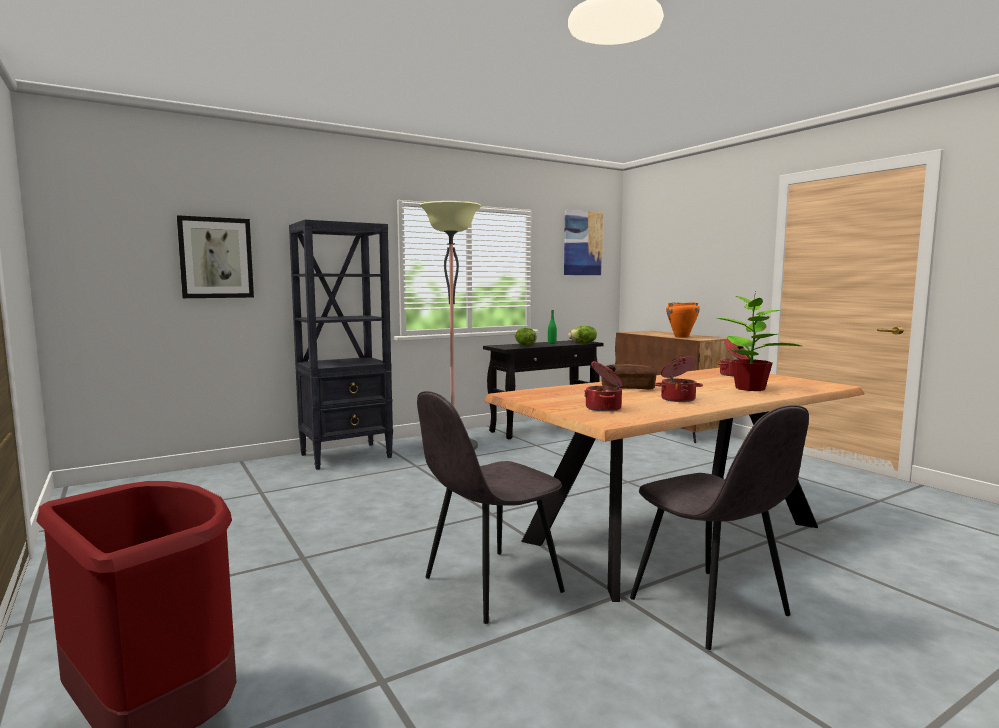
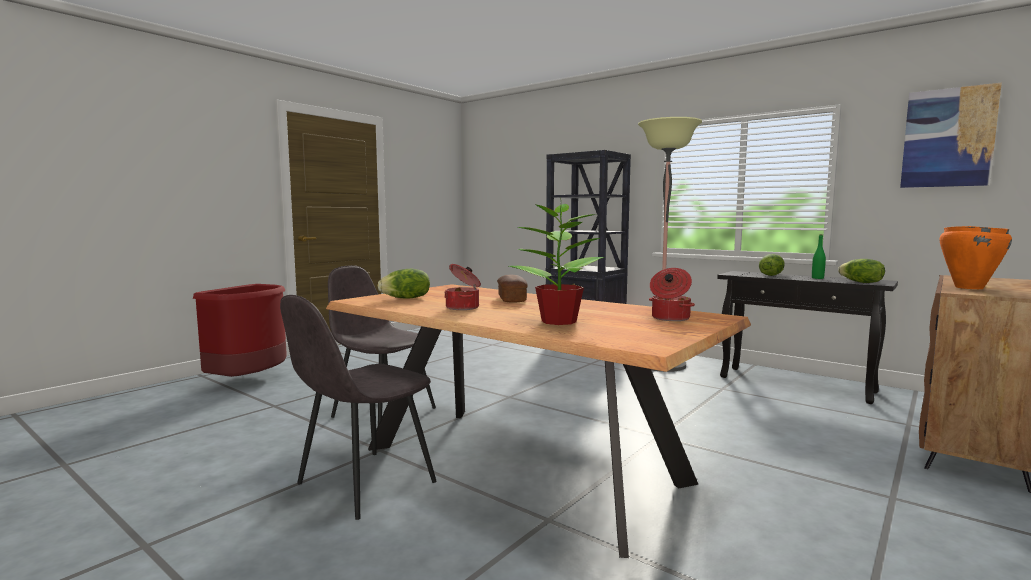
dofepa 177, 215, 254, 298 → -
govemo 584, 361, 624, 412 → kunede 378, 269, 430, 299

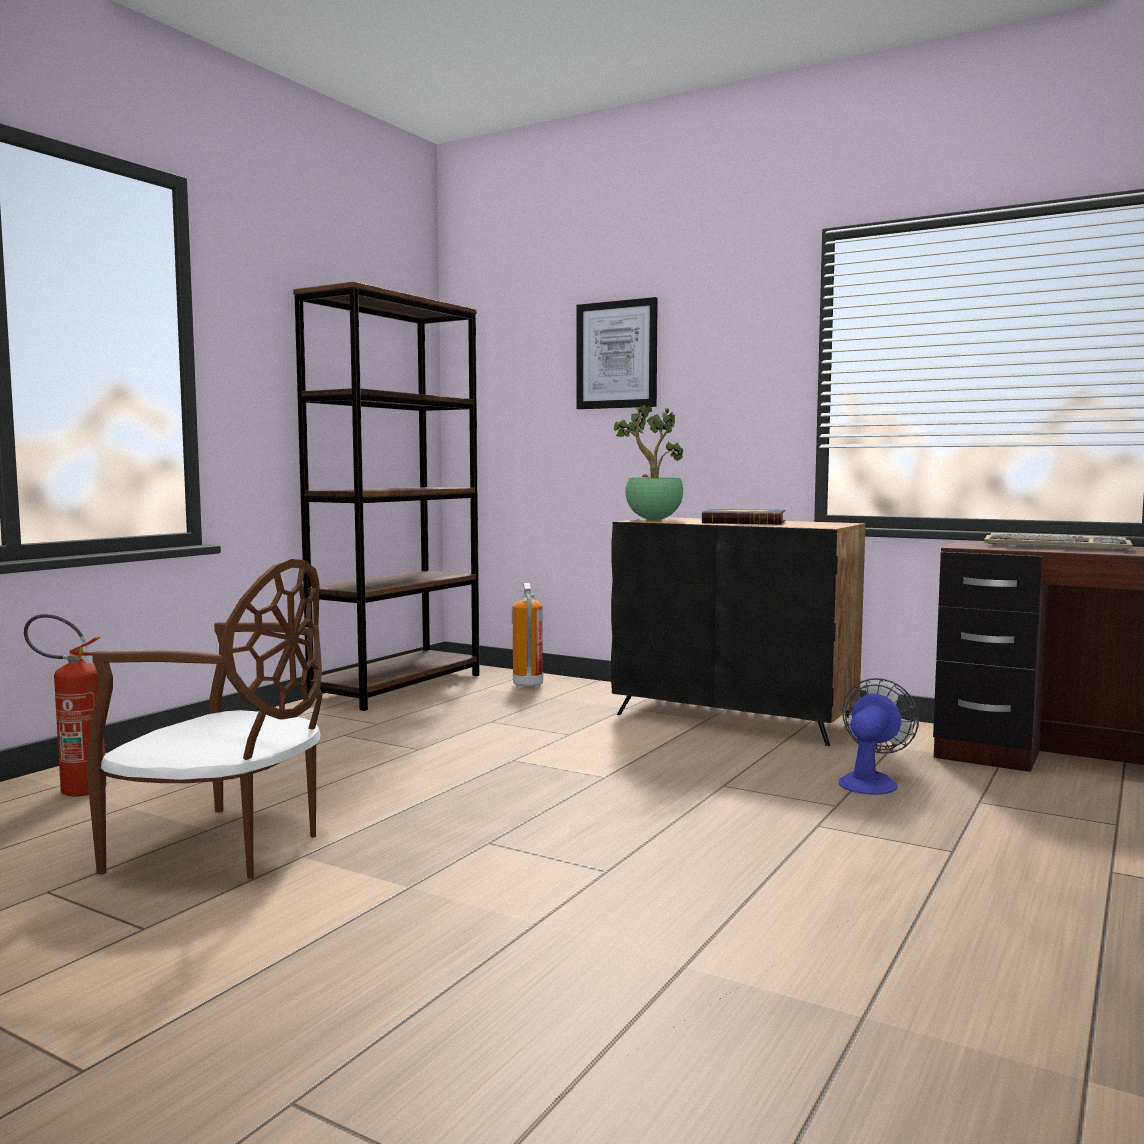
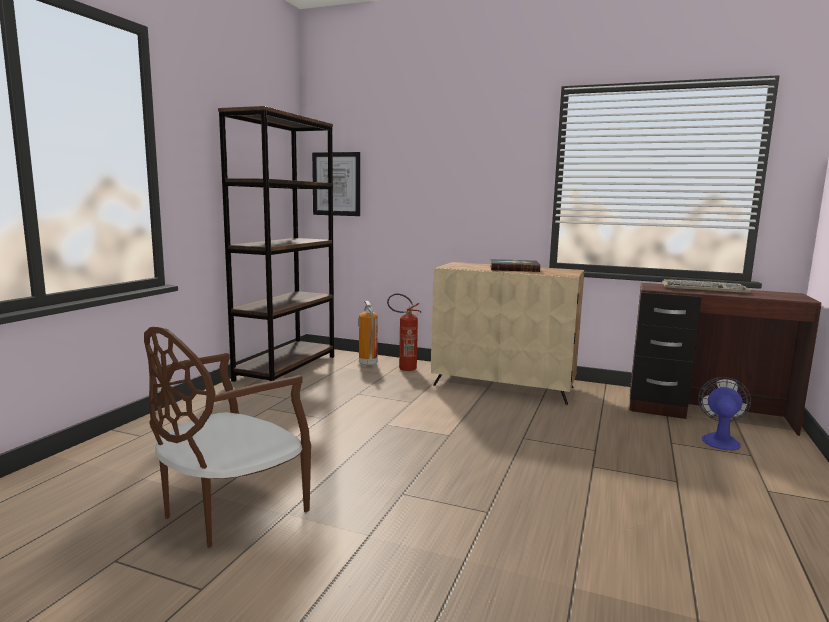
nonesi 24, 614, 106, 796 → nonesi 387, 294, 421, 371, move
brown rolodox 86, 559, 323, 879 → brown rolodox 144, 327, 311, 548, 120 degrees clockwise
dofepa 576, 297, 658, 409 → dofepa 312, 152, 360, 216, move
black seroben 611, 517, 865, 746 → beige seroben 431, 262, 584, 405
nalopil 614, 404, 683, 520 → -
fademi 839, 678, 919, 795 → fademi 698, 377, 751, 450, move

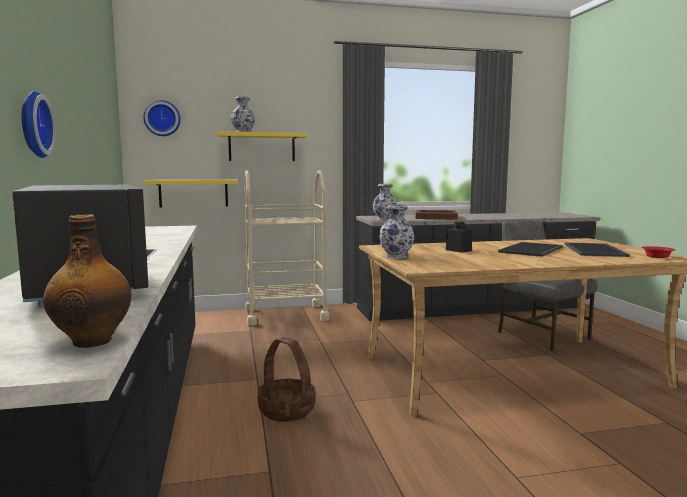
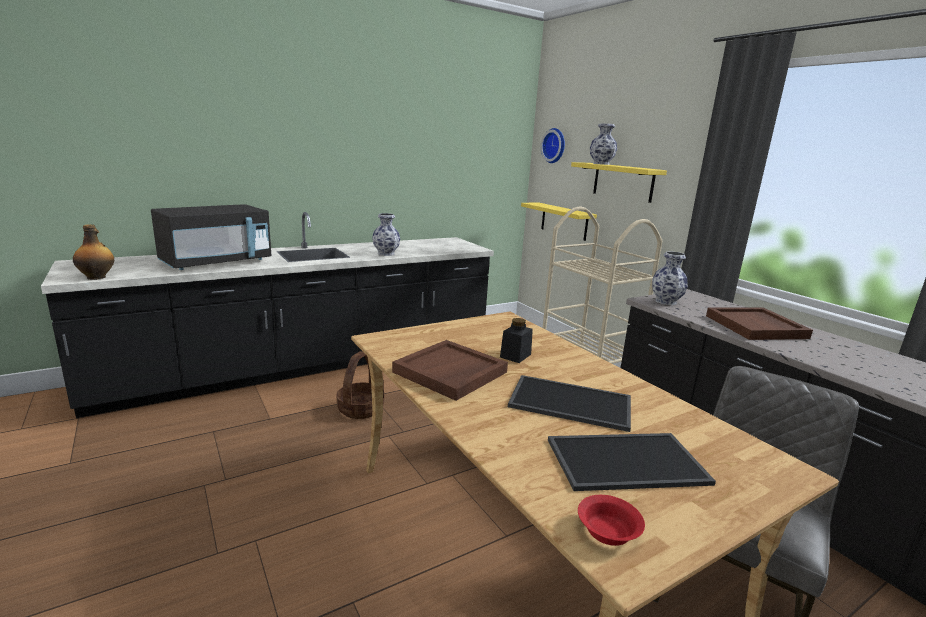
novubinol 22, 91, 56, 158 → -
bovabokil 379, 205, 415, 258 → bovabokil 372, 213, 400, 256, move
- → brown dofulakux 392, 340, 508, 401

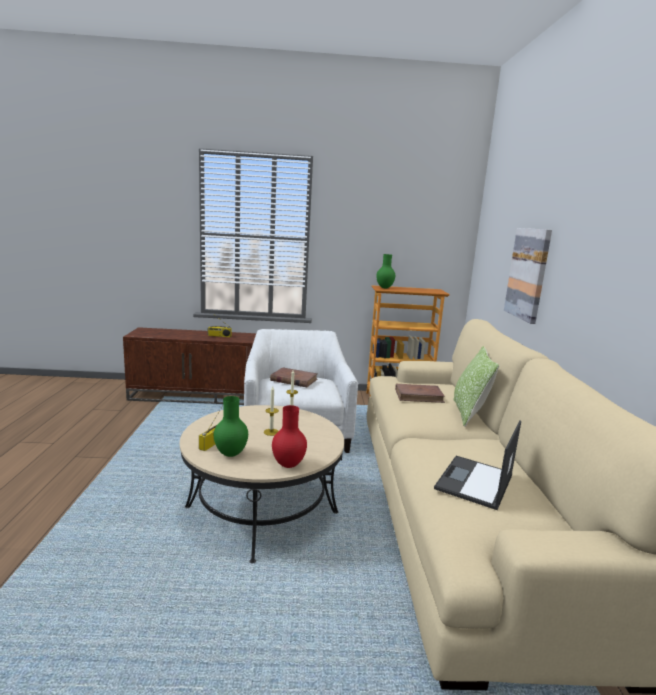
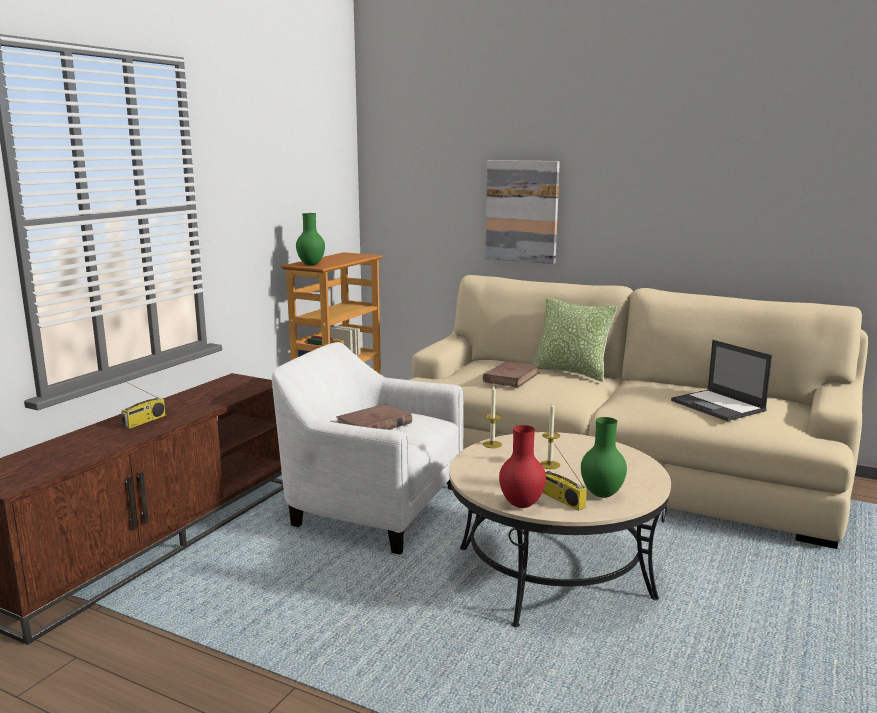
red bovabokil 272, 405, 307, 468 → red bovabokil 499, 425, 546, 508, move

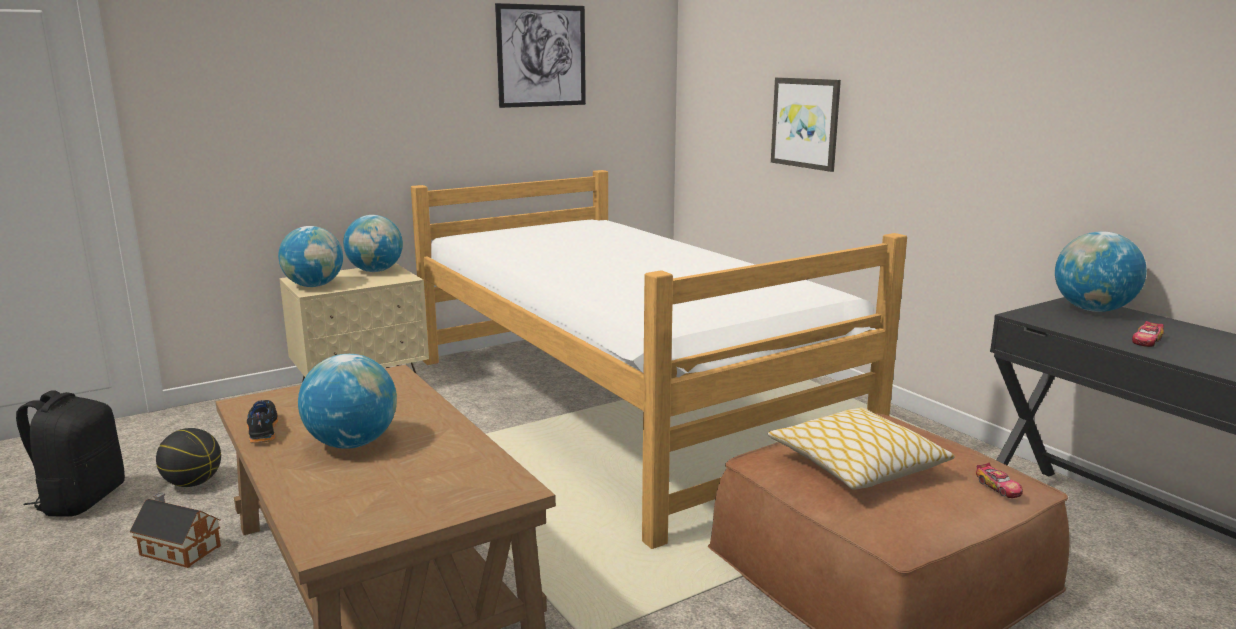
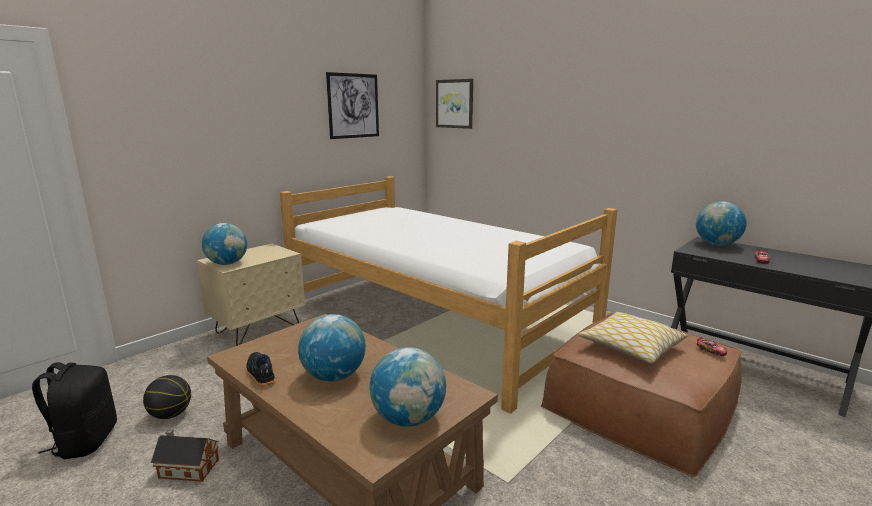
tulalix 343, 215, 403, 272 → tulalix 370, 347, 446, 427, move
dofepa 771, 77, 841, 172 → dofepa 436, 79, 473, 129, move

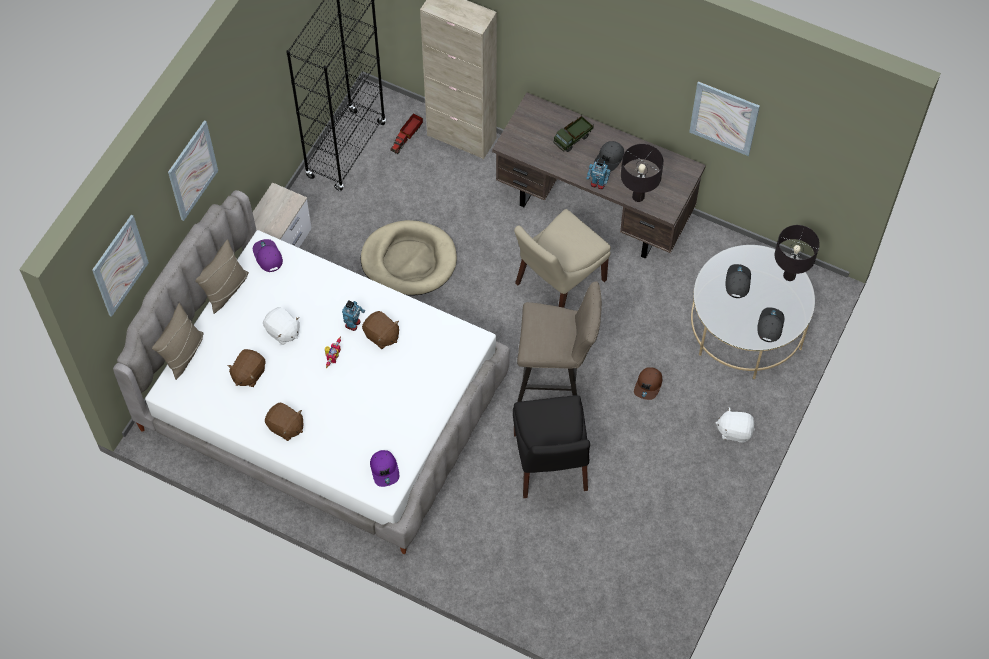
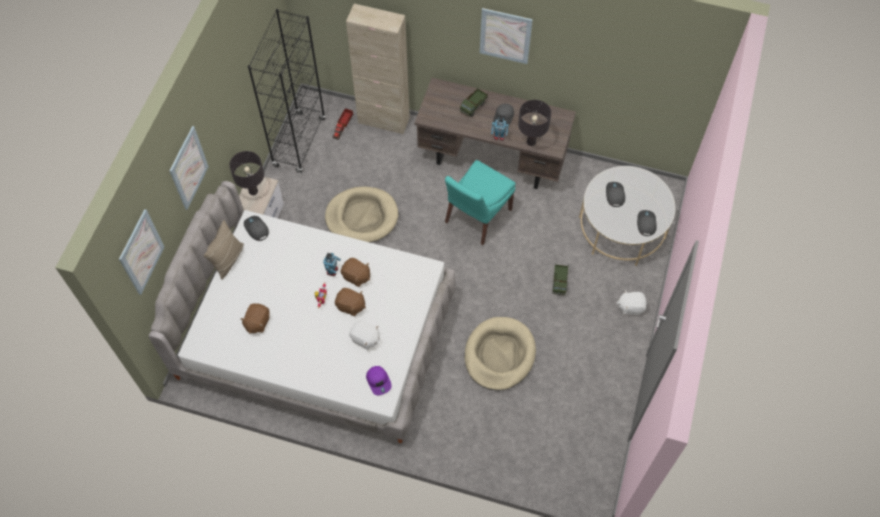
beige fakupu 152, 303, 204, 380 → -
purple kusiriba 253, 239, 283, 272 → grey kusiriba 244, 216, 269, 241
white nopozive 263, 307, 300, 345 → white nopozive 349, 320, 380, 350, move
brown nopozive 265, 403, 303, 441 → brown nopozive 335, 288, 366, 316, move
black rolodox 513, 395, 590, 498 → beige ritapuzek 464, 317, 536, 391
beige rolodox 514, 209, 611, 308 → turquoise rolodox 445, 160, 516, 245
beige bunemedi 517, 281, 602, 402 → -
brown kusiriba 634, 367, 662, 400 → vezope 552, 264, 569, 295
dofepa 689, 81, 760, 156 → dofepa 480, 8, 533, 64, move
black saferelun 775, 225, 820, 281 → black saferelun 229, 151, 264, 195, move

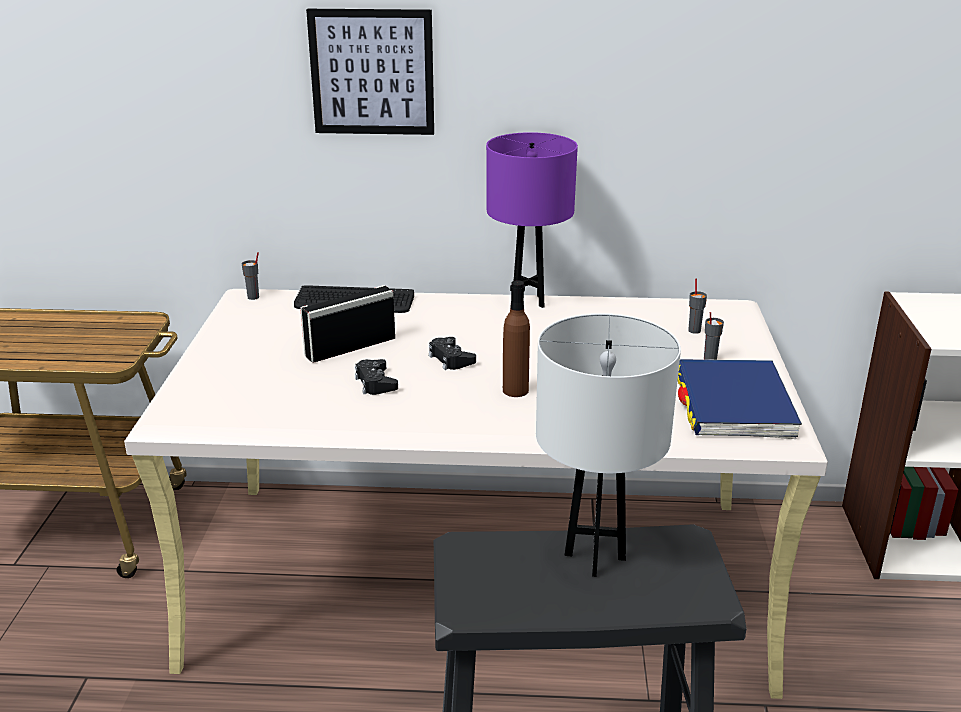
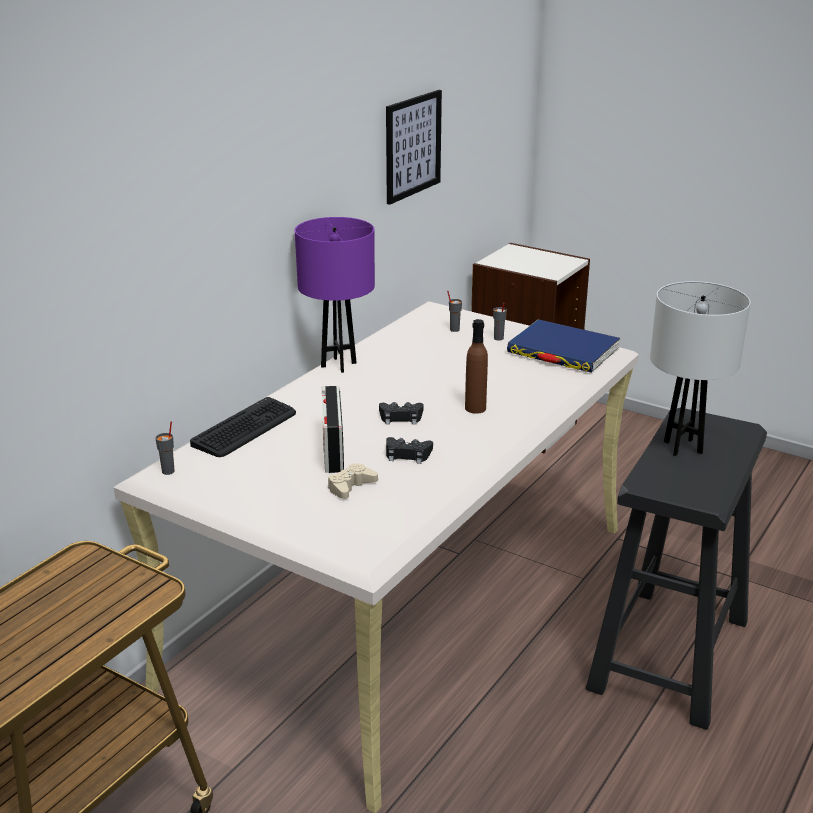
dofepa 306, 9, 434, 135 → dofepa 386, 90, 442, 205, move
- → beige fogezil 328, 463, 378, 499

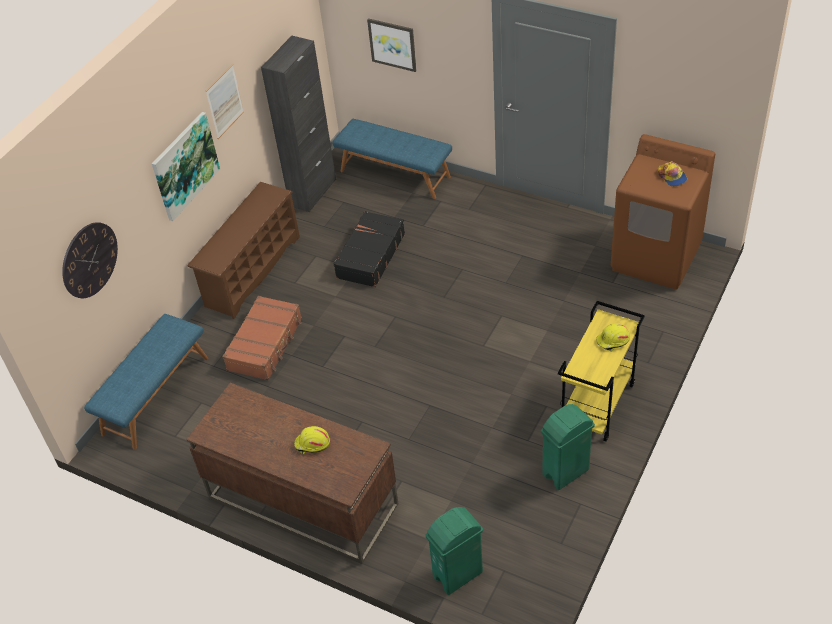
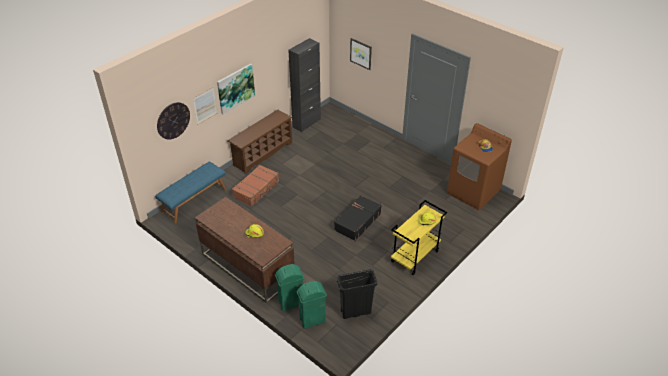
dofepa 205, 63, 244, 139 → dofepa 193, 87, 217, 125, move
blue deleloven 333, 119, 452, 199 → -
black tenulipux 333, 211, 405, 287 → black tenulipux 334, 196, 382, 241, move
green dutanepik 541, 404, 595, 490 → green dutanepik 275, 264, 304, 311, move
- → black dutanepik 337, 269, 378, 319

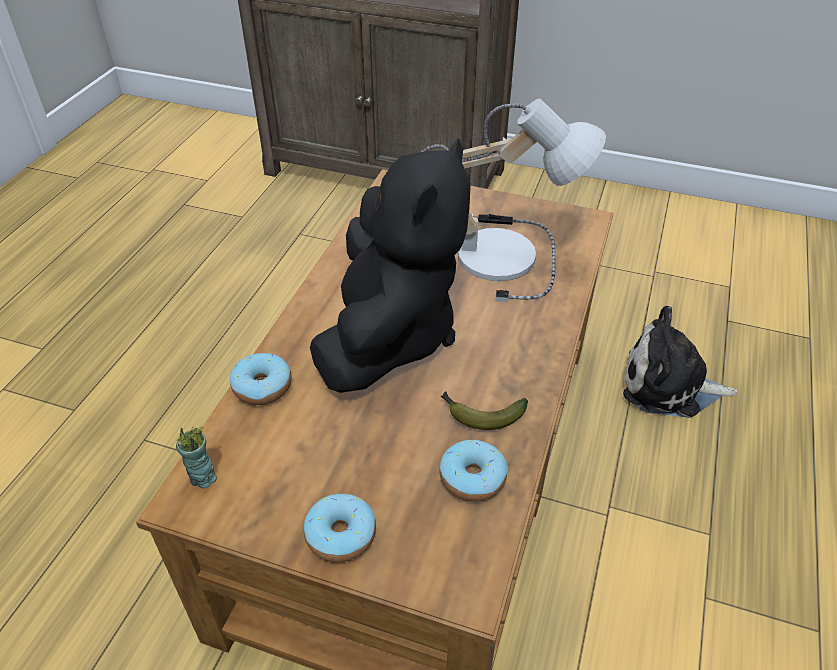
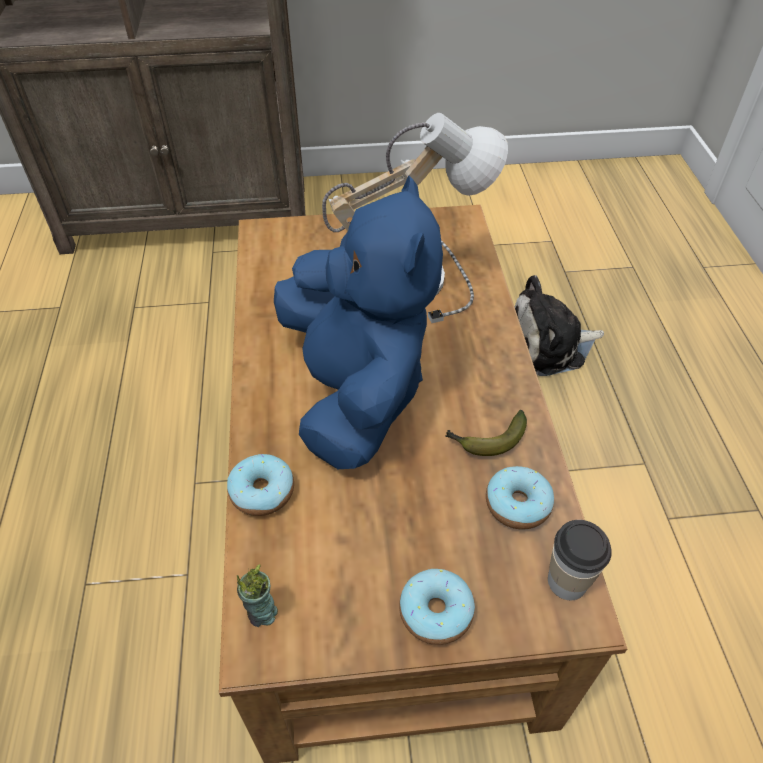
black nopozive 310, 138, 471, 393 → blue nopozive 274, 176, 443, 469
- → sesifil 548, 520, 612, 600

